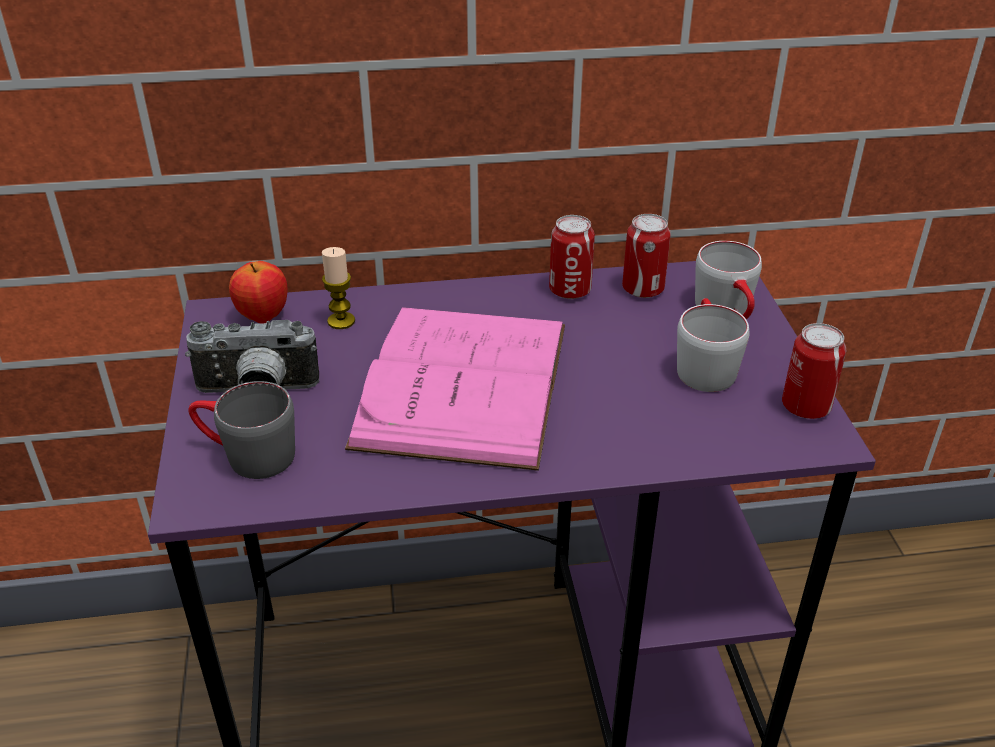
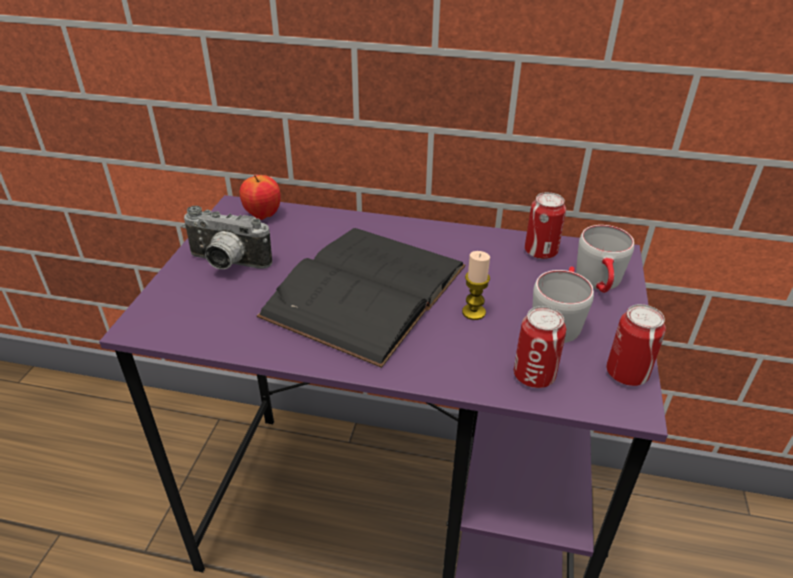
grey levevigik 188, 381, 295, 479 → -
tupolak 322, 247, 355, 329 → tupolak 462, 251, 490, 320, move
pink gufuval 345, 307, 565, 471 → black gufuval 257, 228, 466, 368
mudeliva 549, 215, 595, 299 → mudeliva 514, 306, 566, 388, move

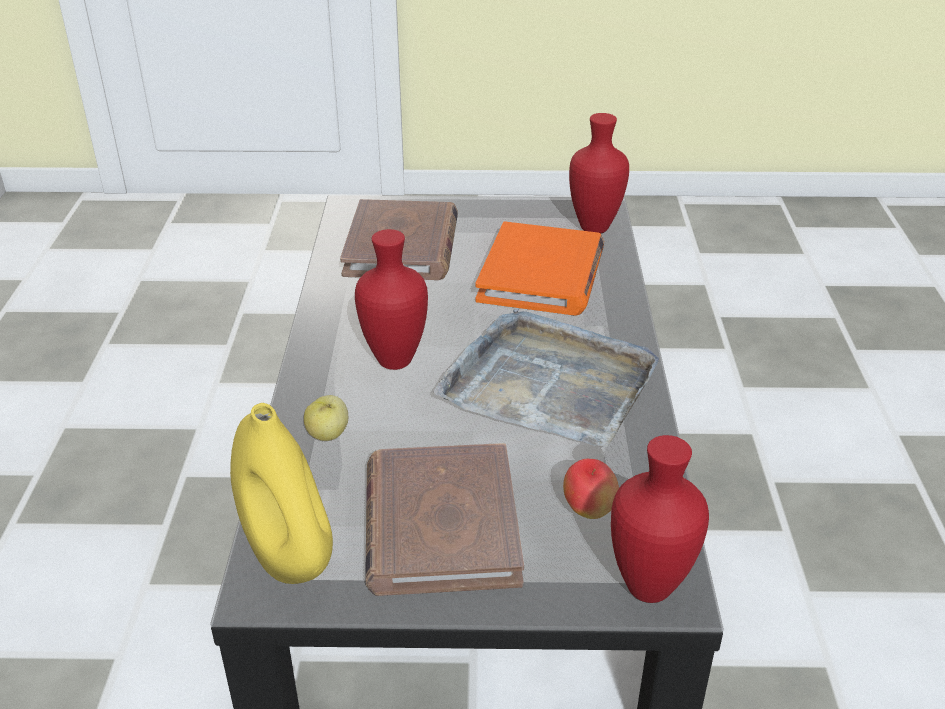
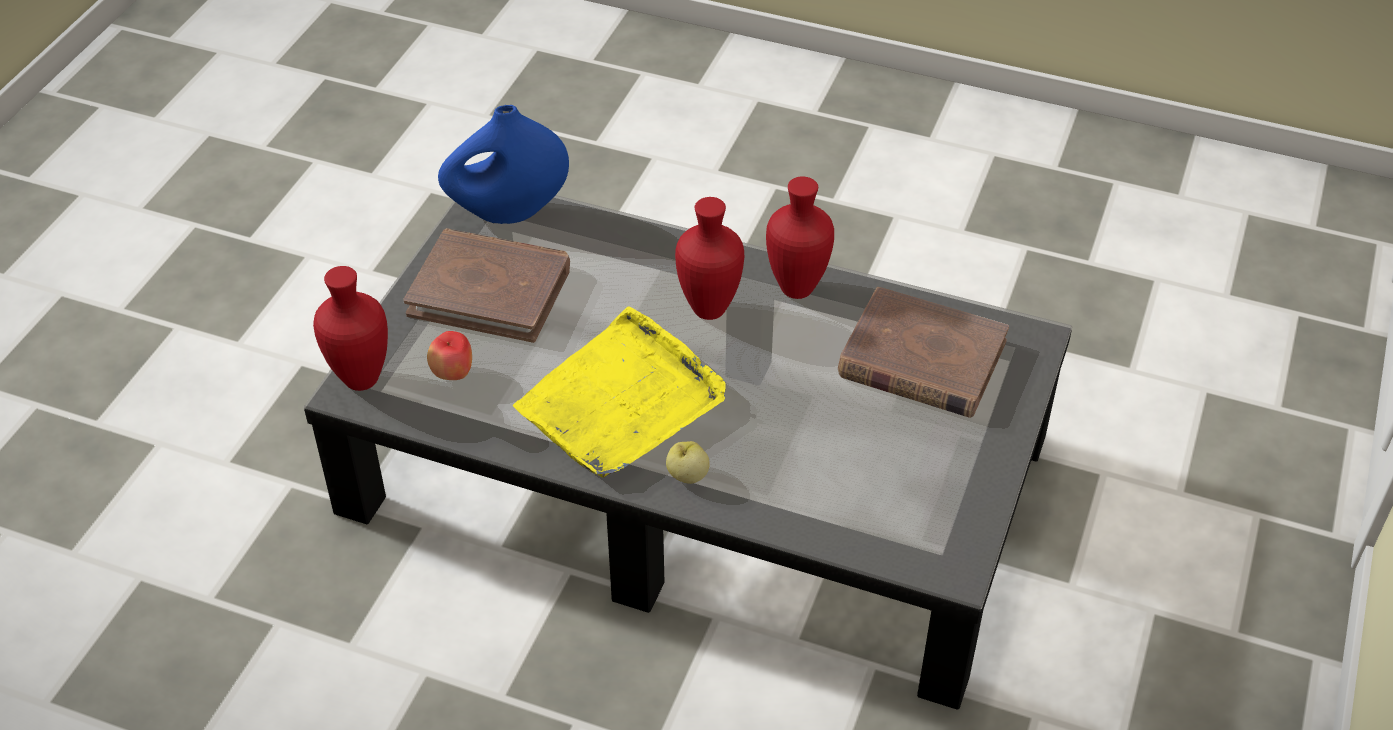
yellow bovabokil 230, 403, 333, 584 → blue bovabokil 438, 105, 569, 224
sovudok 304, 395, 348, 441 → sovudok 666, 441, 710, 484, move
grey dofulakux 434, 308, 659, 447 → yellow dofulakux 513, 306, 726, 478
orange gufuval 475, 222, 604, 316 → -
red bovabokil 569, 113, 629, 233 → red bovabokil 766, 176, 834, 299, move

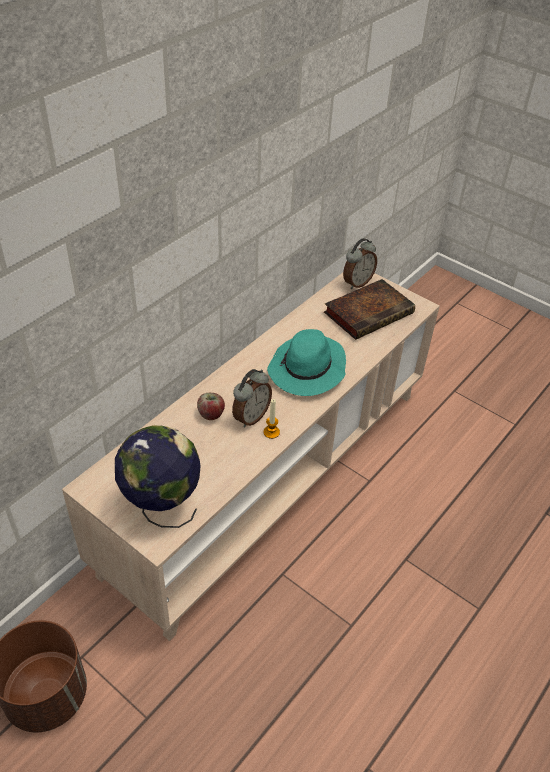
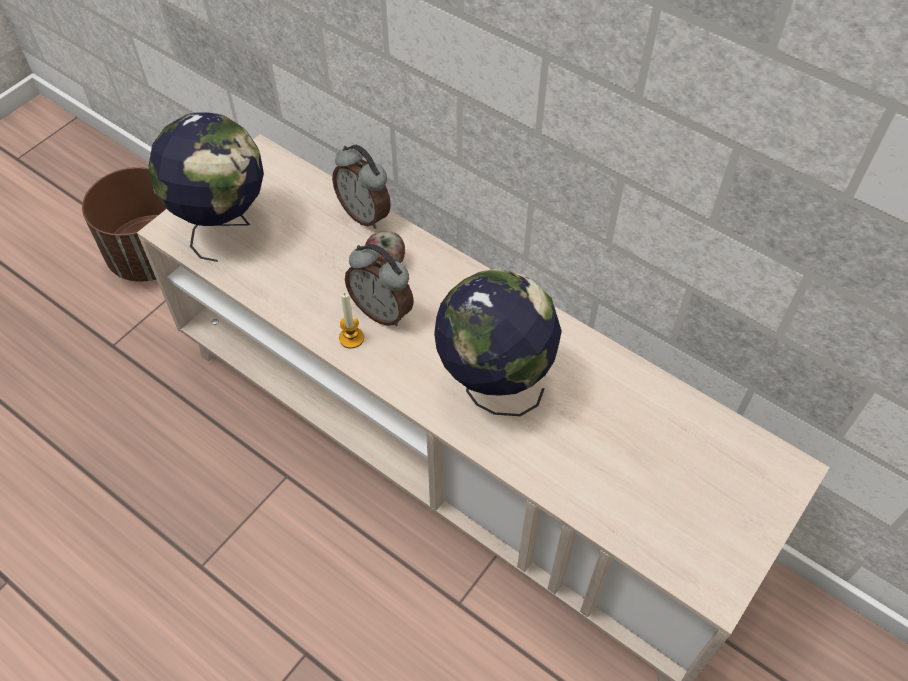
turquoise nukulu 267, 329, 346, 396 → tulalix 434, 269, 562, 416
gufuval 324, 279, 415, 340 → -
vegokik 343, 238, 377, 290 → vegokik 332, 145, 391, 229, move

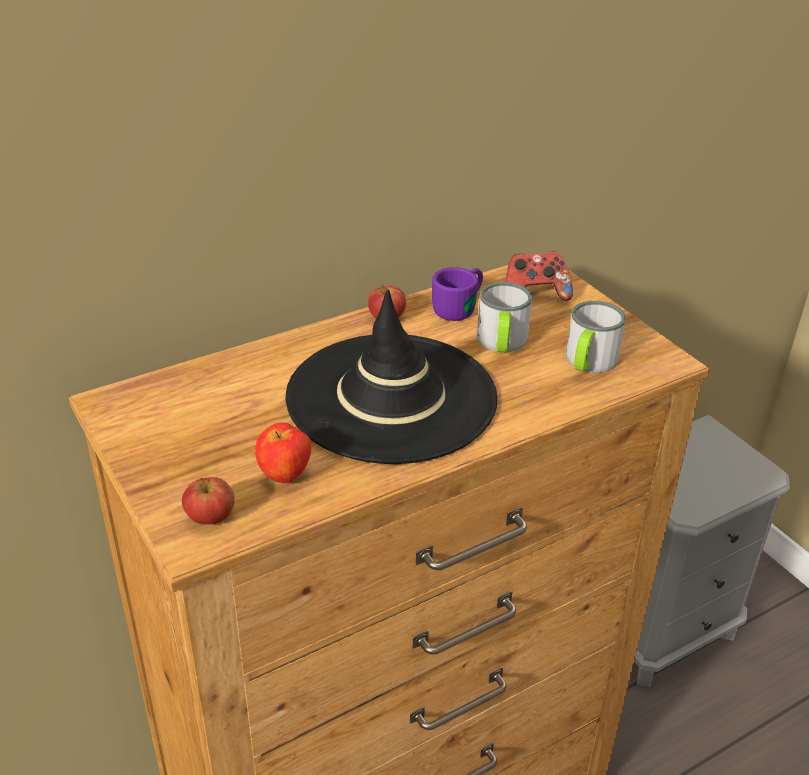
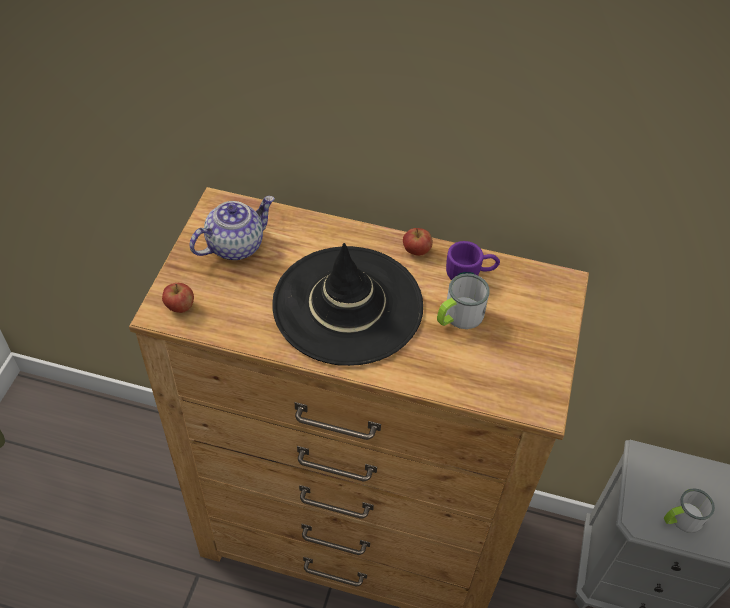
sovudok 255, 423, 311, 483 → -
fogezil 506, 252, 573, 301 → -
levevigik 566, 301, 626, 373 → levevigik 664, 488, 715, 533, move
- → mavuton 189, 196, 275, 260

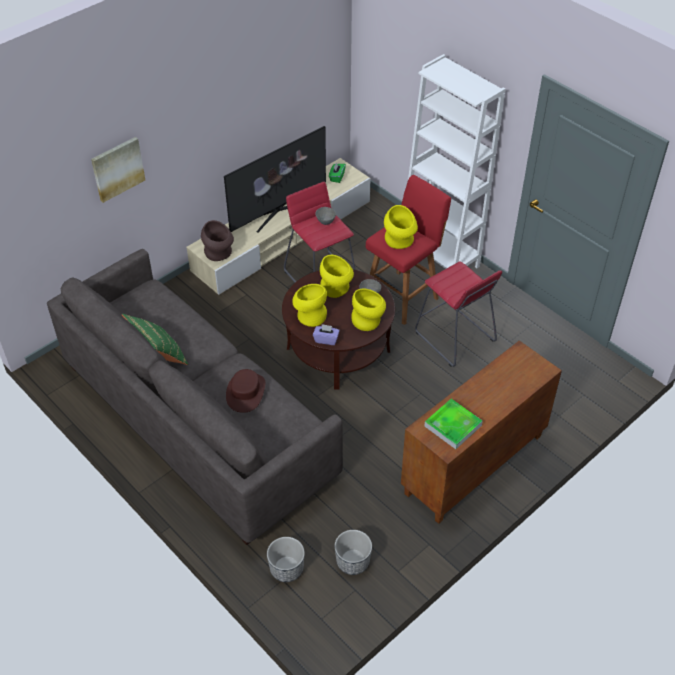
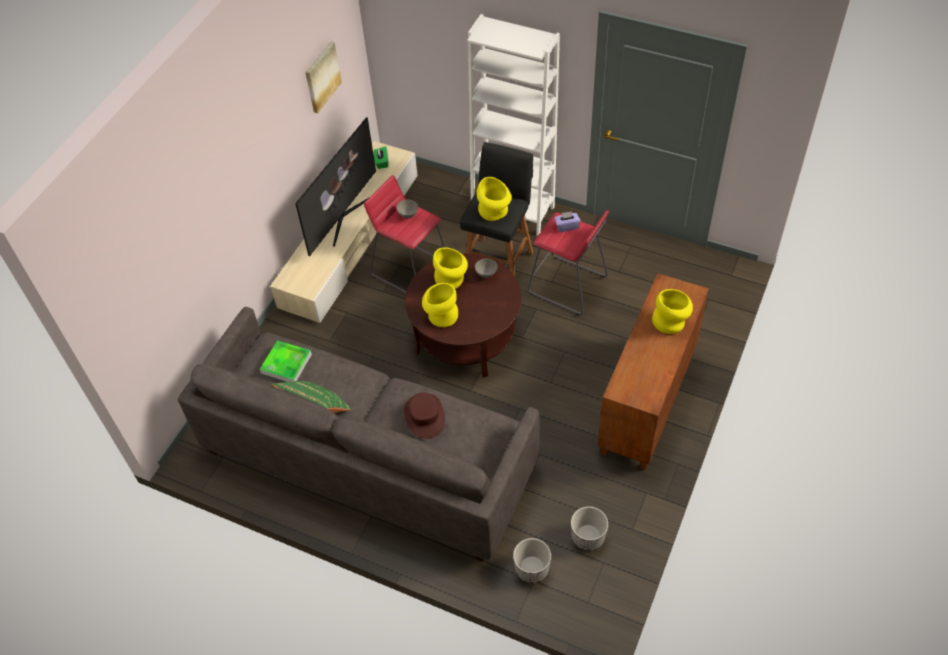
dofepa 91, 137, 145, 203 → dofepa 305, 41, 342, 113, move
brown bovabokil 201, 220, 234, 261 → -
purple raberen 313, 324, 340, 345 → purple raberen 554, 212, 581, 232, move
yellow bovabokil 351, 289, 386, 331 → yellow bovabokil 652, 289, 693, 334, move
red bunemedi 366, 175, 451, 325 → black bunemedi 460, 142, 533, 276
dofulakux 424, 399, 483, 449 → dofulakux 260, 340, 312, 382, move

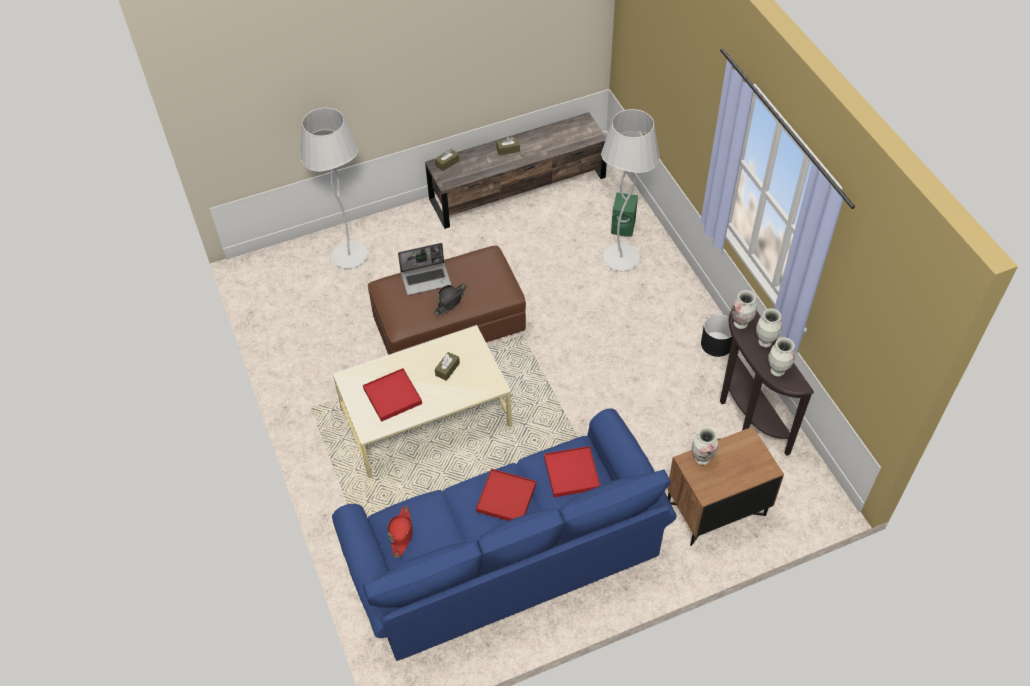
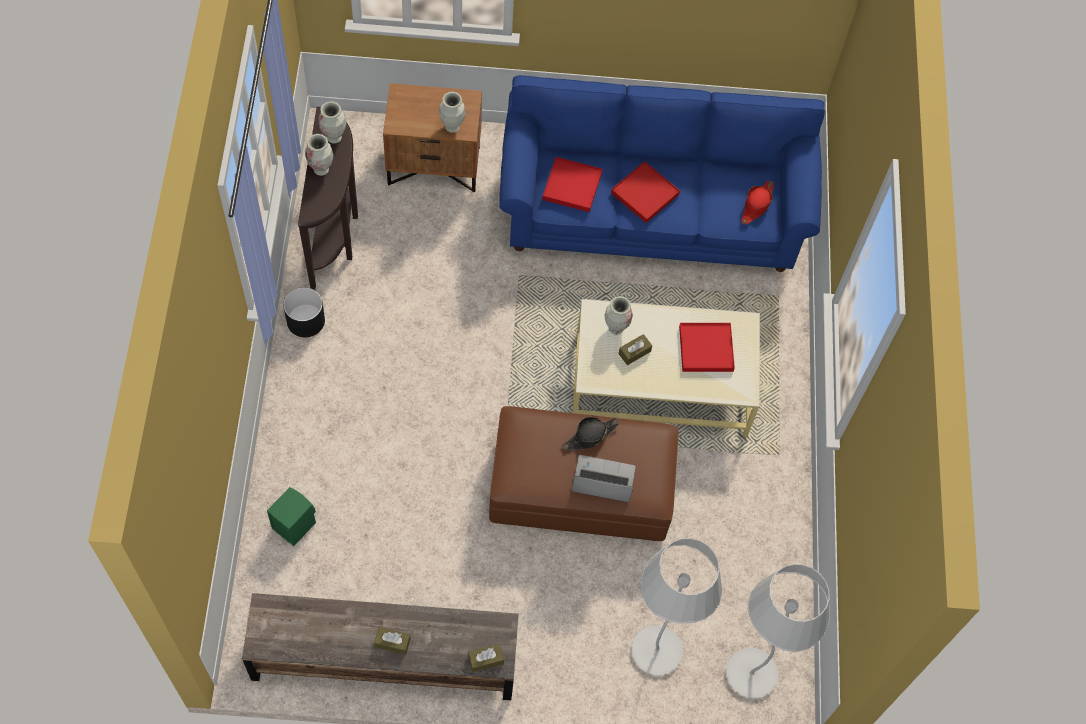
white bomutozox 601, 109, 659, 271 → white bomutozox 726, 564, 830, 699, move
bovabokil 731, 290, 757, 329 → bovabokil 604, 296, 633, 335, move

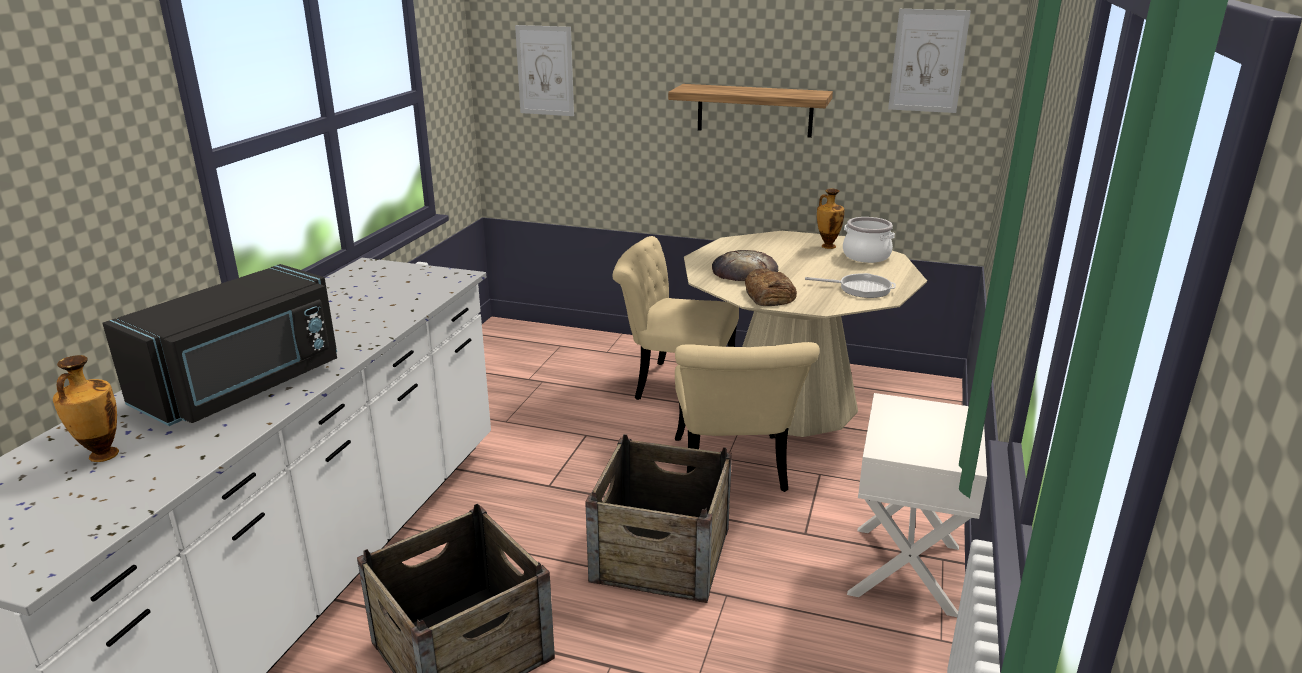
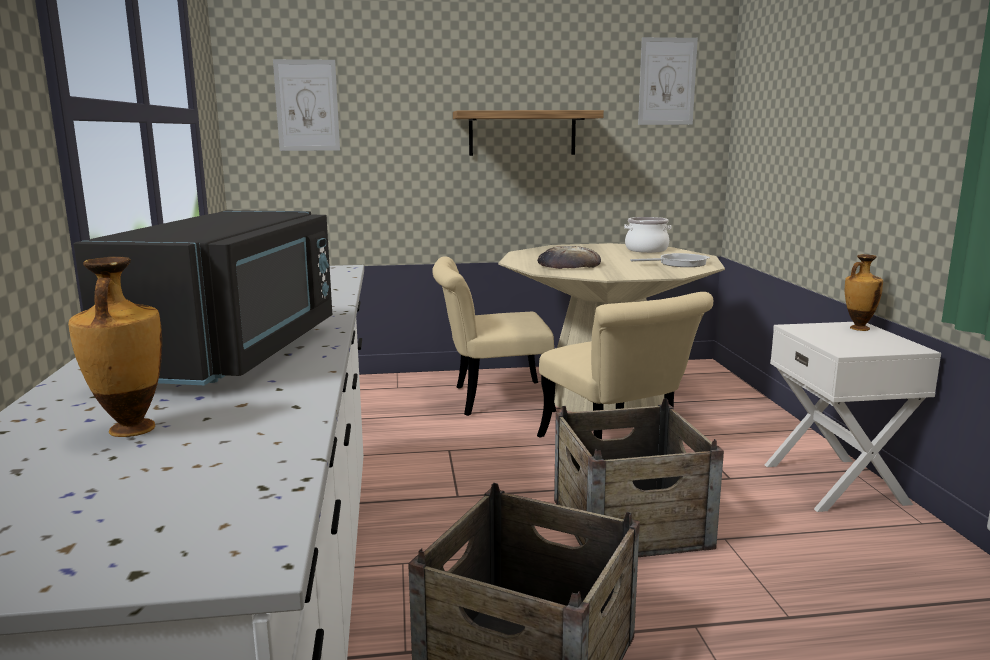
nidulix 745, 268, 797, 306 → -
bovabokil 817, 188, 844, 249 → bovabokil 845, 254, 883, 331, move

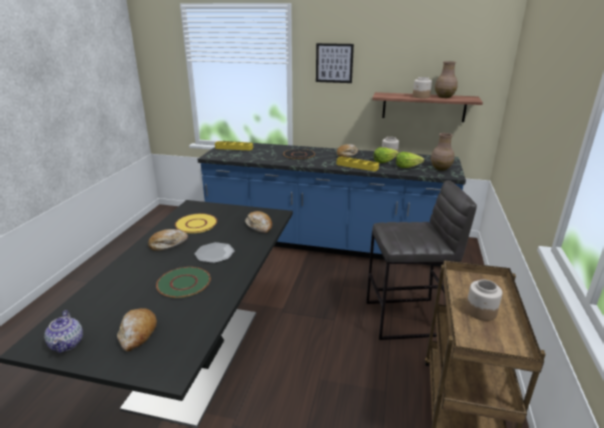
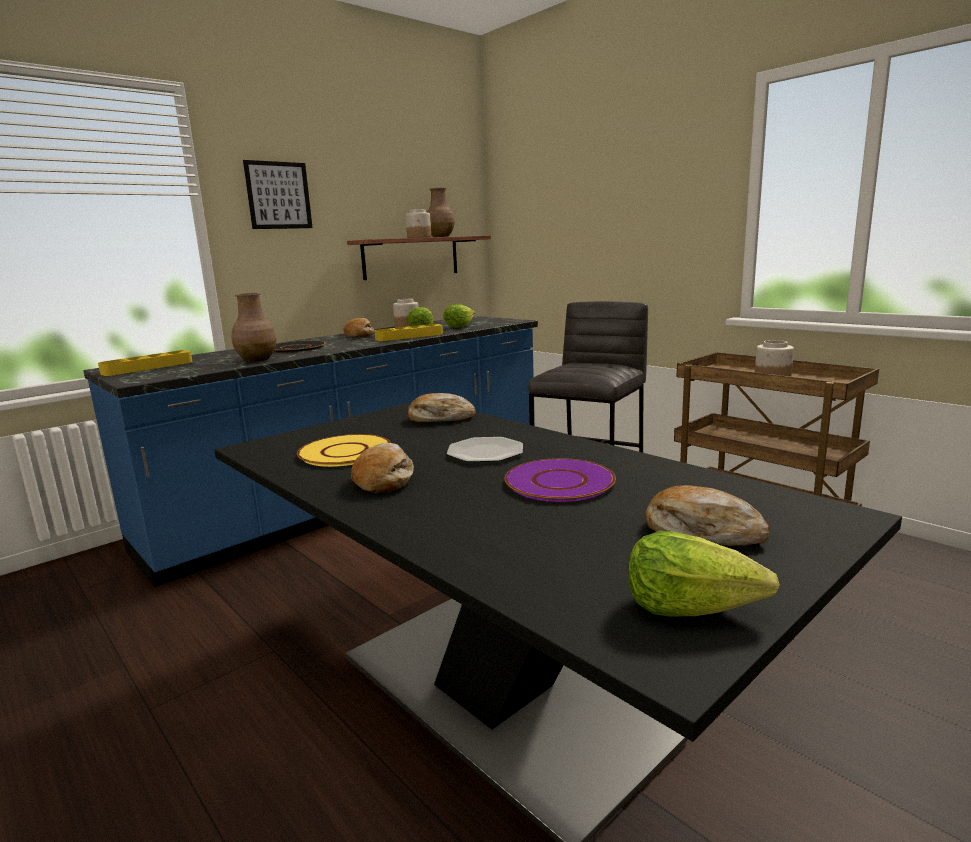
mavuton 44, 310, 83, 353 → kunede 629, 531, 780, 616
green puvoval 156, 267, 211, 298 → purple puvoval 504, 458, 616, 502
brown bovabokil 431, 133, 454, 171 → brown bovabokil 232, 293, 276, 362, move

